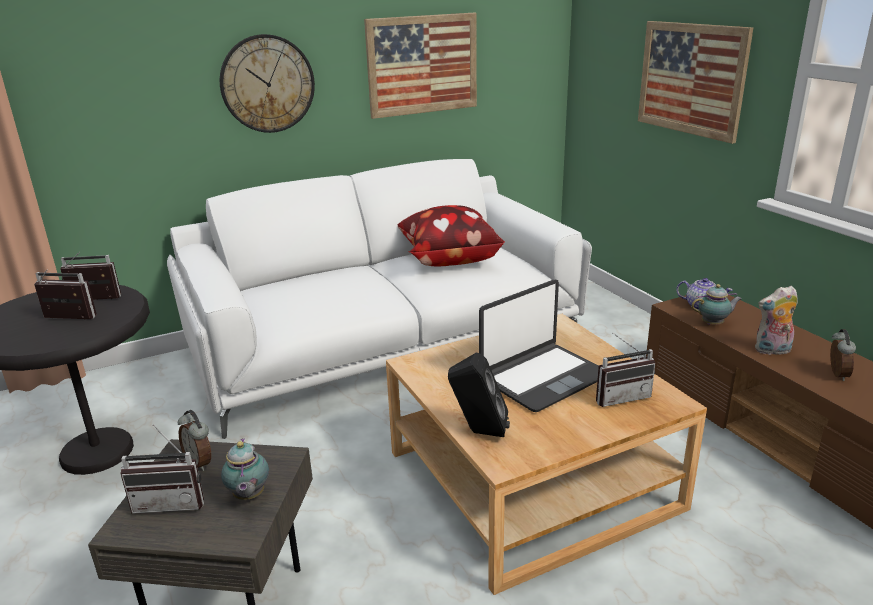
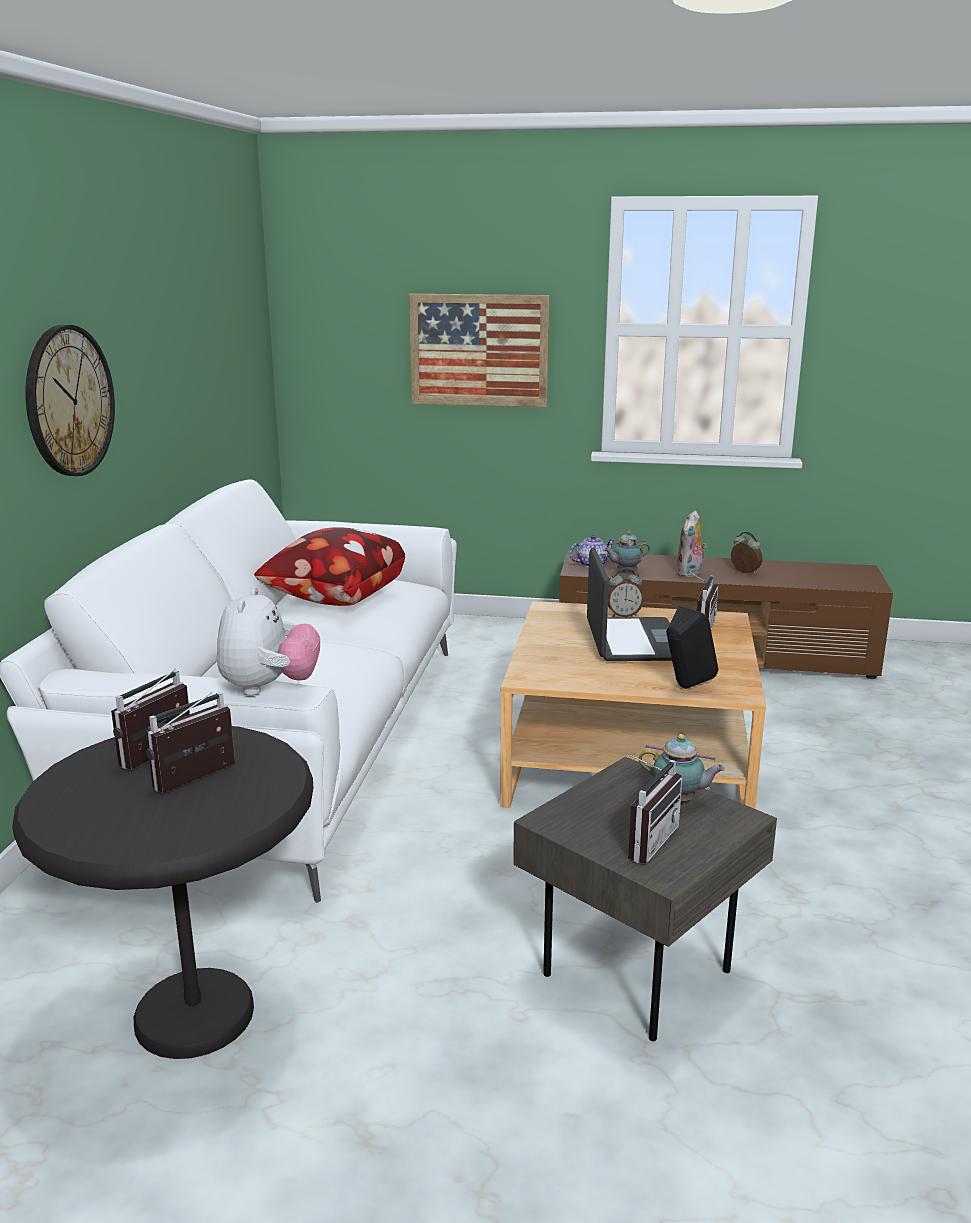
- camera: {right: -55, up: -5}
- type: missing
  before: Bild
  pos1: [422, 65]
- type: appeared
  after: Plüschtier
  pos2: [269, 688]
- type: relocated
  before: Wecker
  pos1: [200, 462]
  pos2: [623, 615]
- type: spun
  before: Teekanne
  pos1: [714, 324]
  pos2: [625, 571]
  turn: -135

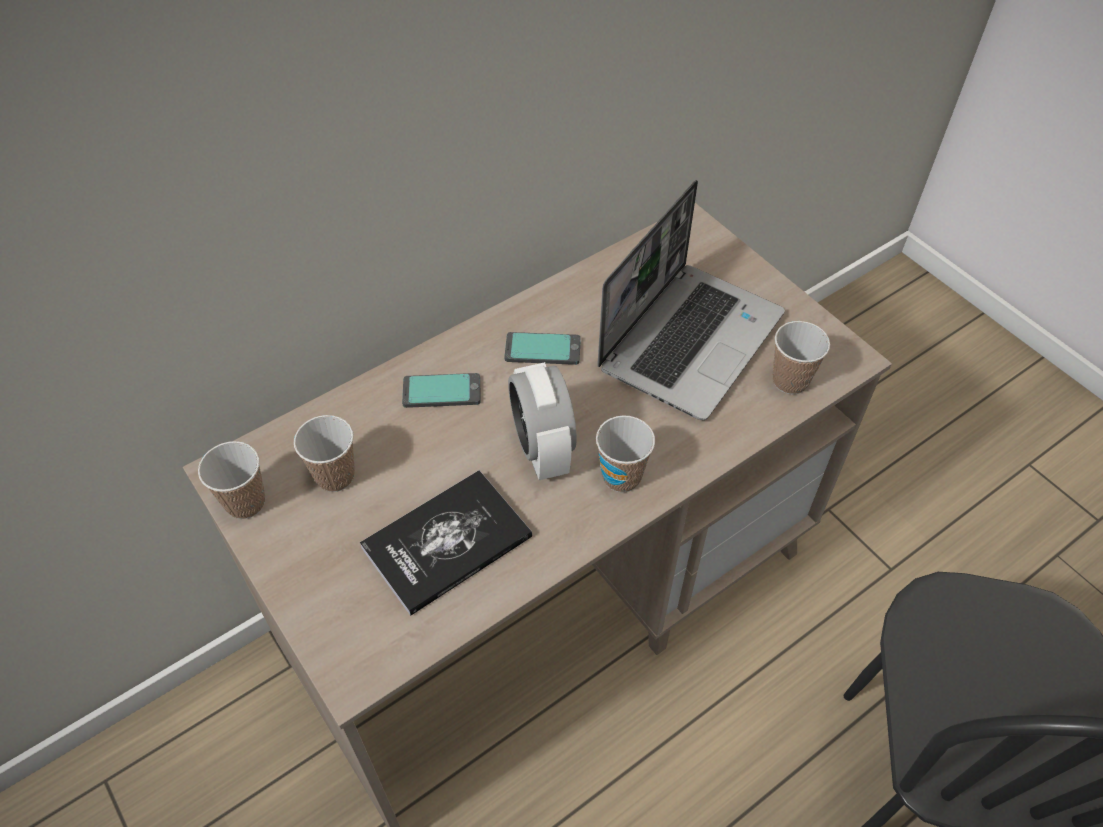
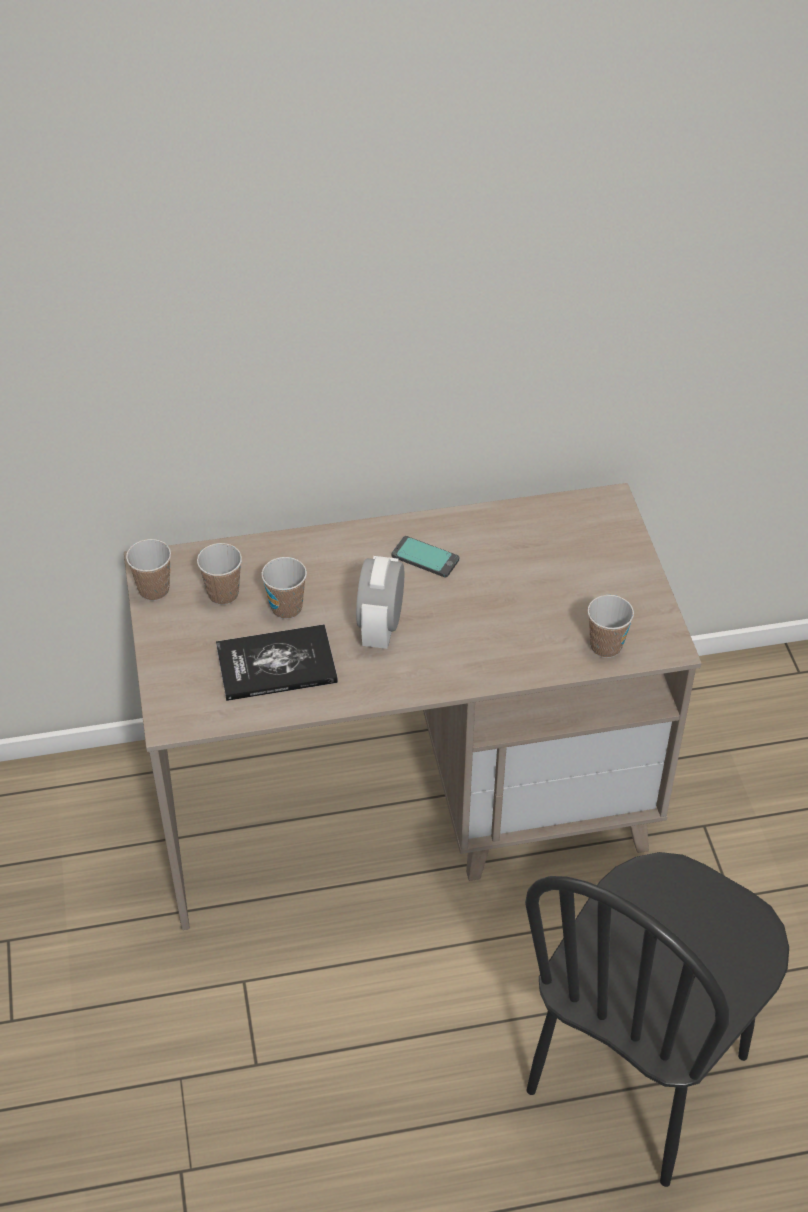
- camera: {right: 25, up: -5}
- type: missing
  before: Handy
  pos1: [441, 391]
- type: missing
  before: Laptop
  pos1: [690, 339]
- type: relocated
  before: Tasse
  pos1: [621, 477]
  pos2: [286, 608]

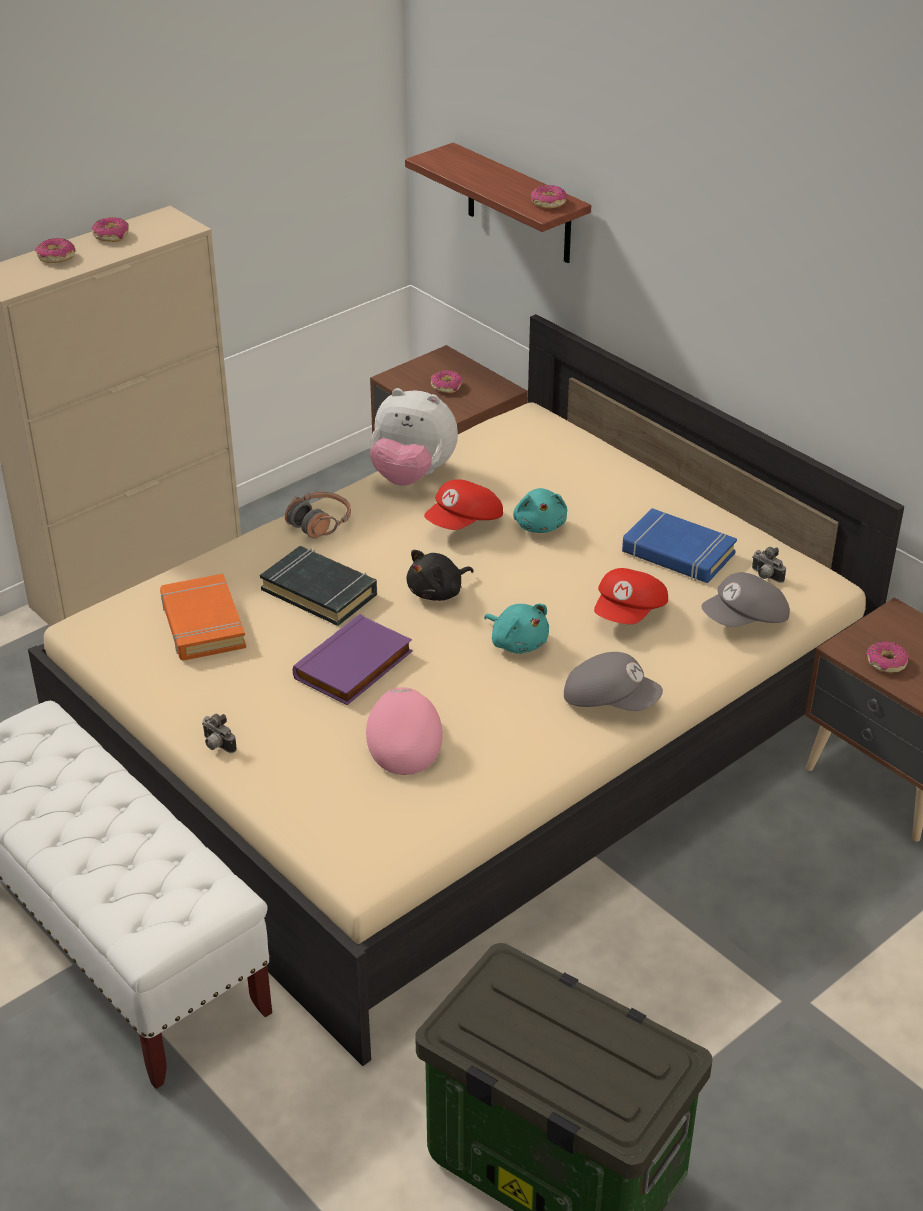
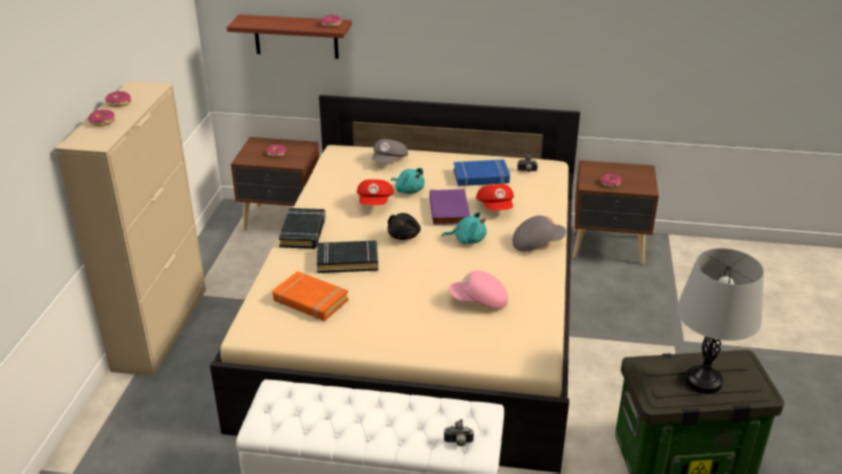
- camera: {right: -40, up: -5}
- type: missing
  before: Plüschtier
  pos1: [412, 476]
- type: appeared
  after: Tischlampe/grau
  pos2: [703, 381]
- type: relocated
  before: Kamera
  pos1: [217, 745]
  pos2: [458, 443]
- type: relocated
  before: Buch/lila
  pos1: [355, 666]
  pos2: [450, 210]
- type: relocated
  before: Kappe/grau
  pos1: [745, 620]
  pos2: [389, 161]
- type: exchanged
  before: Kopfhörer
  after: Buch/schwarz
  pos1: [319, 523]
  pos2: [303, 232]
- type: spun
  before: Kappe/rosa
  pos1: [402, 742]
  pos2: [479, 301]
  turn: -45

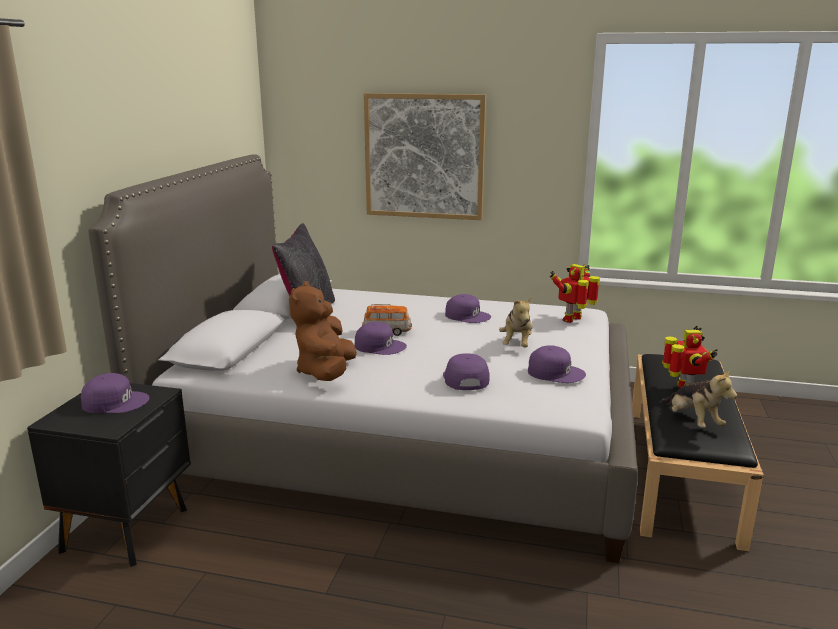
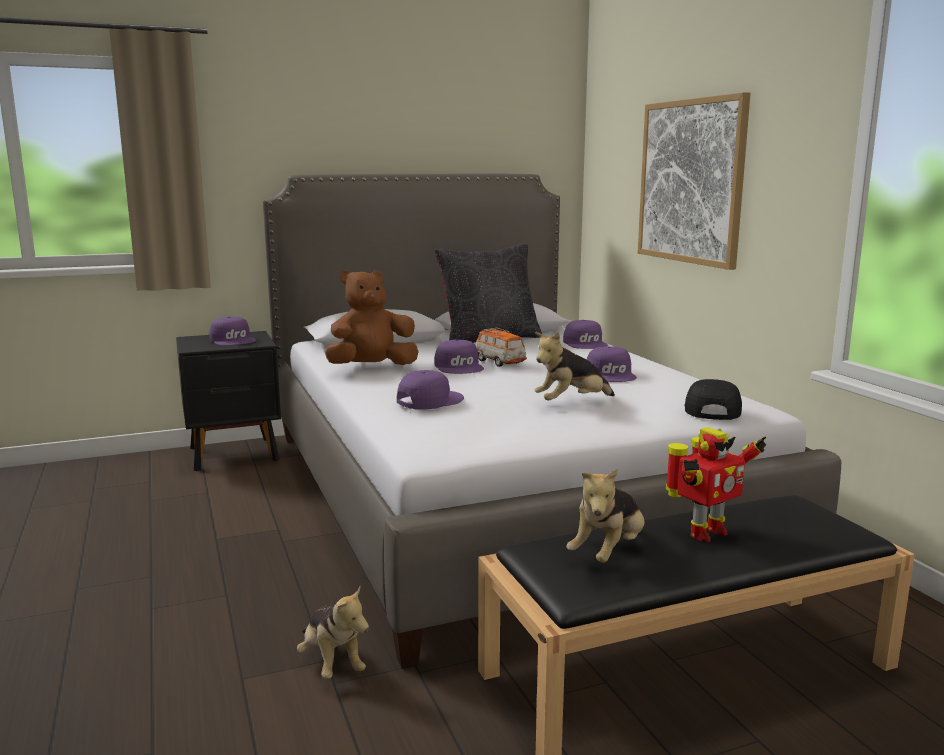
- camera: {right: 55, up: -5}
- type: appeared
  after: Plüschtier
  pos2: [332, 663]
- type: relocated
  before: Kappe/lila
  pos1: [555, 372]
  pos2: [586, 343]
- type: exchanged
  before: Spielzeugroboter
  after: Kappe/schwarz
  pos1: [574, 319]
  pos2: [711, 410]

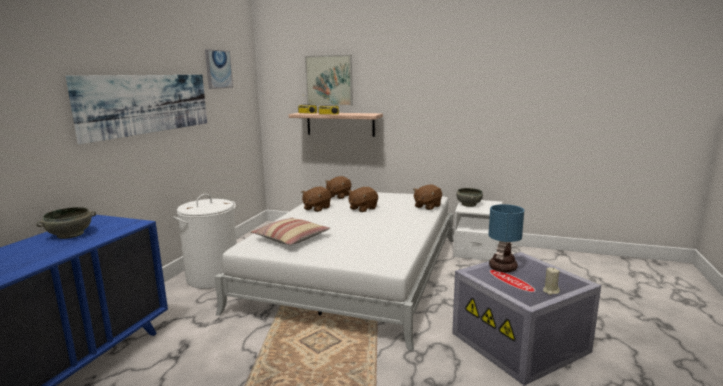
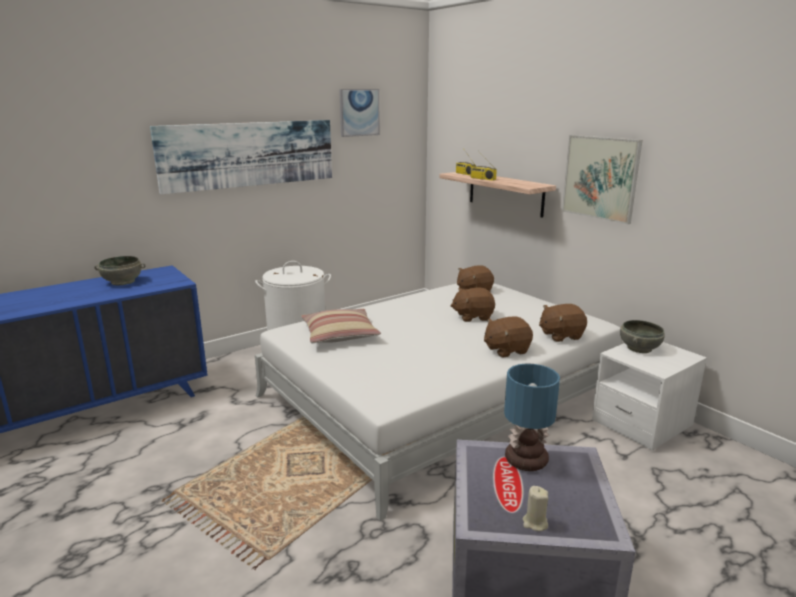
- camera: {right: 35, up: 5}
- type: relocated
  before: Plüschtier/braun
  pos1: [316, 208]
  pos2: [506, 350]
- type: relocated
  before: Bild
  pos1: [329, 80]
  pos2: [600, 178]

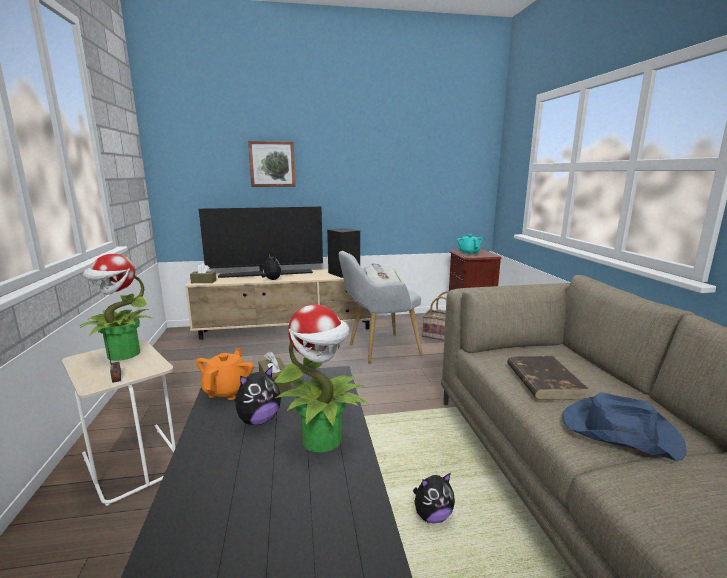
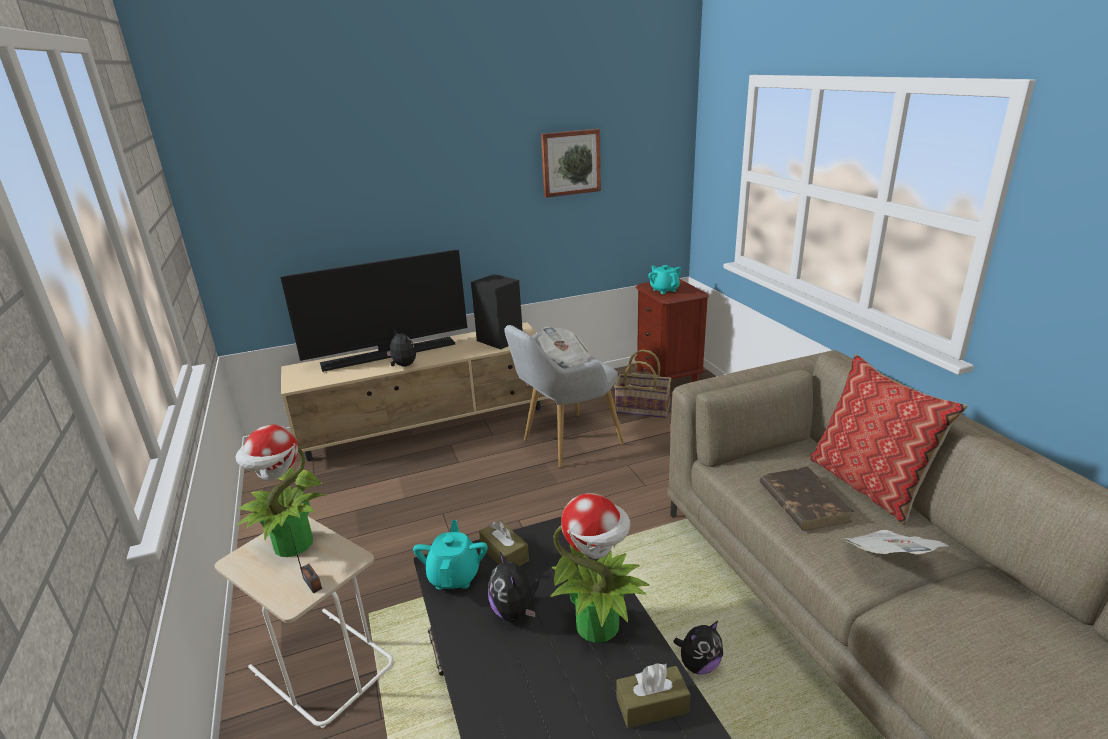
- camera: {right: -10, up: 10}
- type: appeared
  after: Kissen
  pos2: [868, 485]
- type: relocated
  before: Taschentuchbox/braun
  pos1: [203, 281]
  pos2: [652, 705]
- type: relocated
  before: Bild
  pos1: [272, 164]
  pos2: [570, 162]
- type: exchanged
  before: Hut/blau
  after: Zeitung
  pos1: [618, 431]
  pos2: [889, 560]
- type: colour
  before: Teekanne/orange
  after: Teekanne/türkis
  pos1: [227, 391]
  pos2: [454, 576]
- type: spun
  before: Plüschtier
  pos1: [258, 420]
  pos2: [515, 612]
  turn: 120

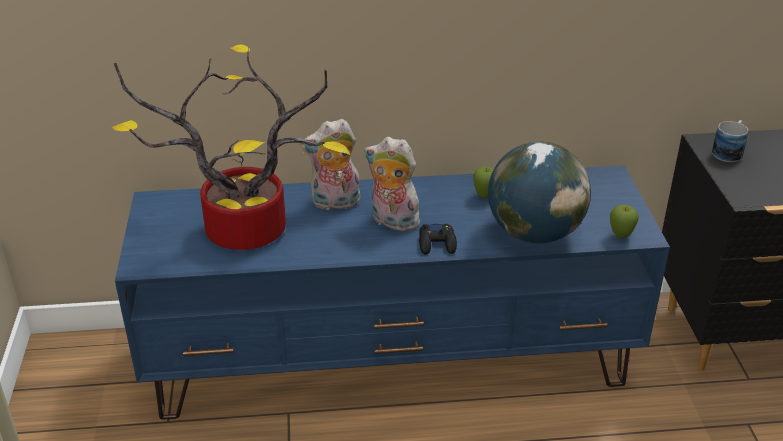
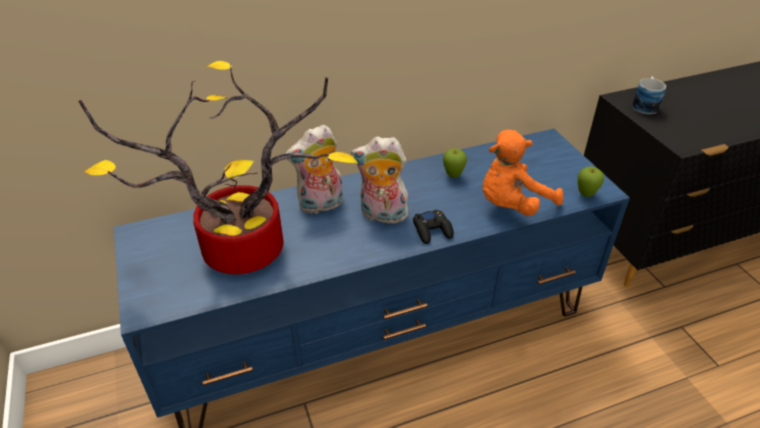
- camera: {right: -15, up: 5}
- type: exchanged
  before: Globus
  after: Plüschtier/orange
  pos1: [533, 233]
  pos2: [512, 205]

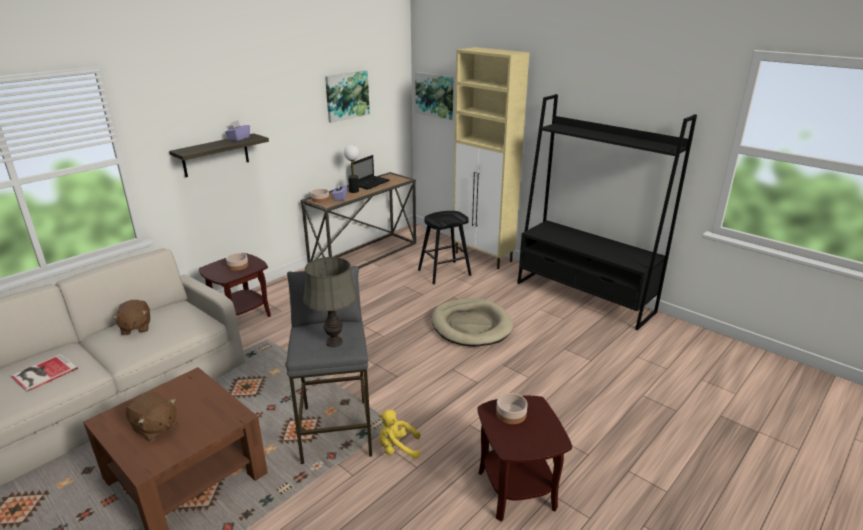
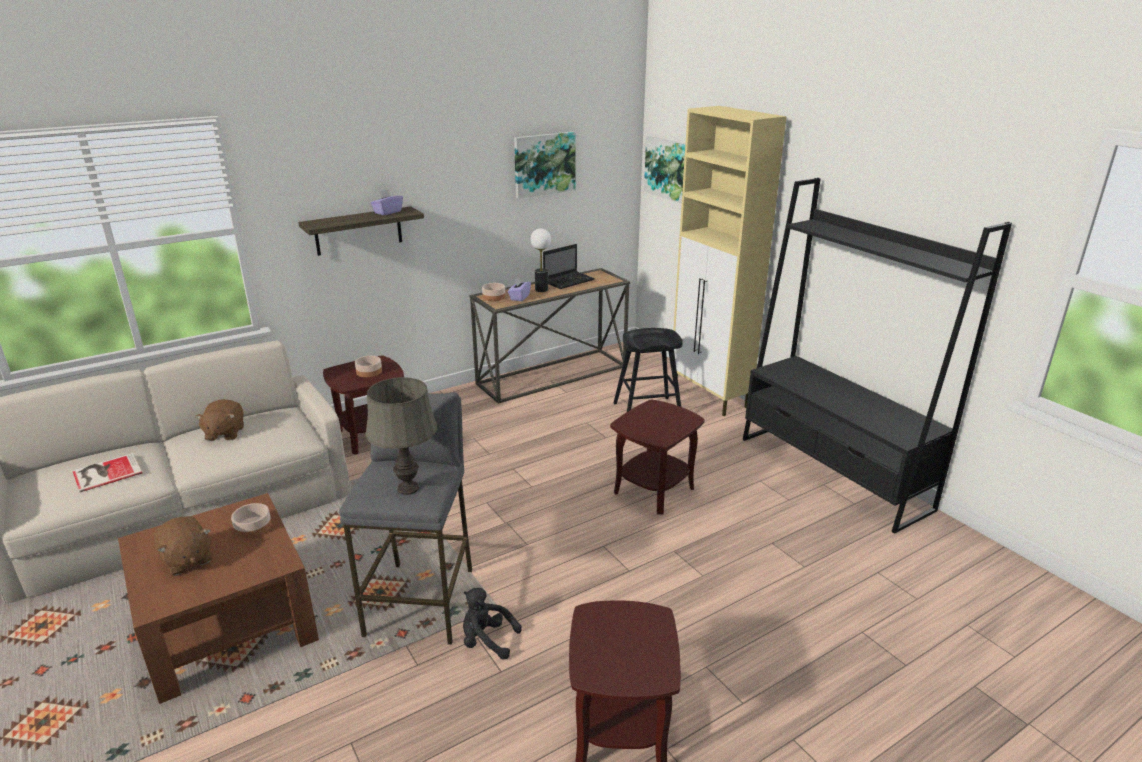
- camera: {right: 15, up: 0}
- type: relocated
  before: Schüssel
  pos1: [511, 413]
  pos2: [253, 527]
- type: exchanged
  before: Hundebett/beige
  after: Beistelltisch/braun
  pos1: [471, 325]
  pos2: [653, 490]
- type: colour
  before: Plüschtier/gelb
  after: Plüschtier/schwarz
  pos1: [397, 448]
  pos2: [487, 641]

